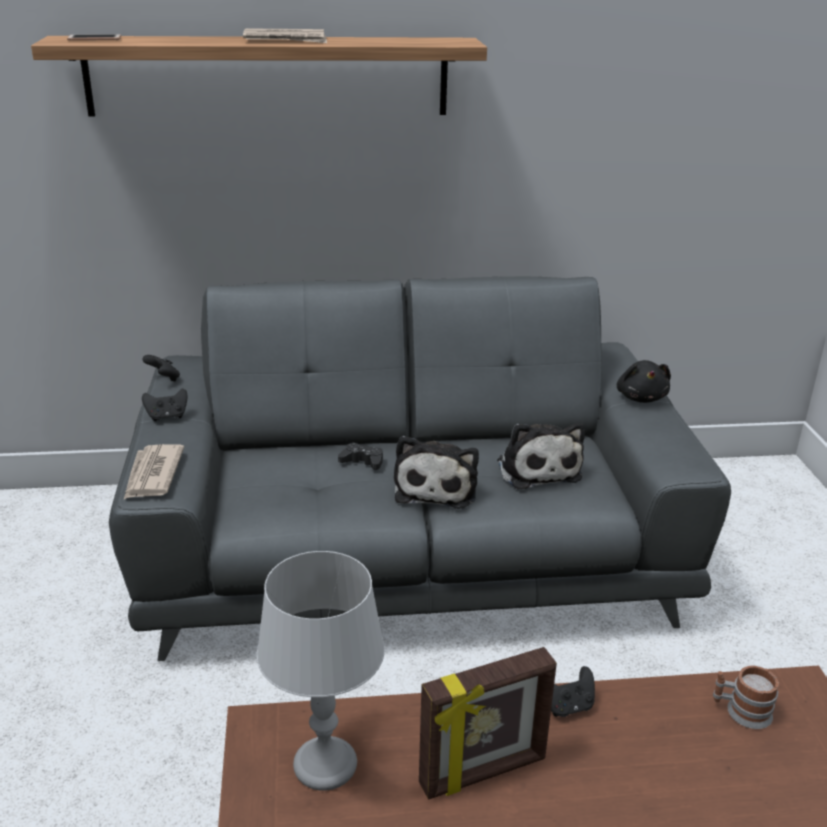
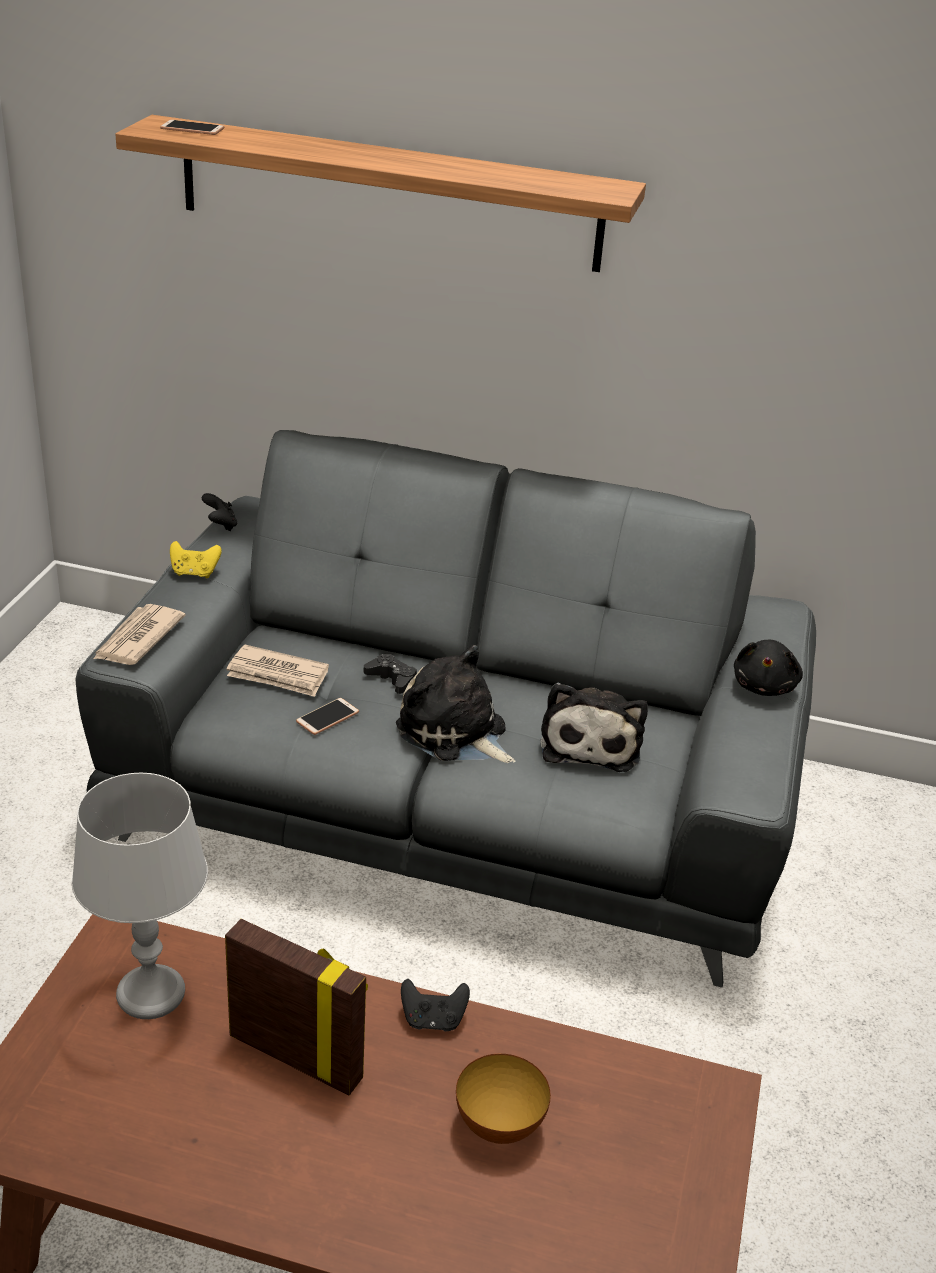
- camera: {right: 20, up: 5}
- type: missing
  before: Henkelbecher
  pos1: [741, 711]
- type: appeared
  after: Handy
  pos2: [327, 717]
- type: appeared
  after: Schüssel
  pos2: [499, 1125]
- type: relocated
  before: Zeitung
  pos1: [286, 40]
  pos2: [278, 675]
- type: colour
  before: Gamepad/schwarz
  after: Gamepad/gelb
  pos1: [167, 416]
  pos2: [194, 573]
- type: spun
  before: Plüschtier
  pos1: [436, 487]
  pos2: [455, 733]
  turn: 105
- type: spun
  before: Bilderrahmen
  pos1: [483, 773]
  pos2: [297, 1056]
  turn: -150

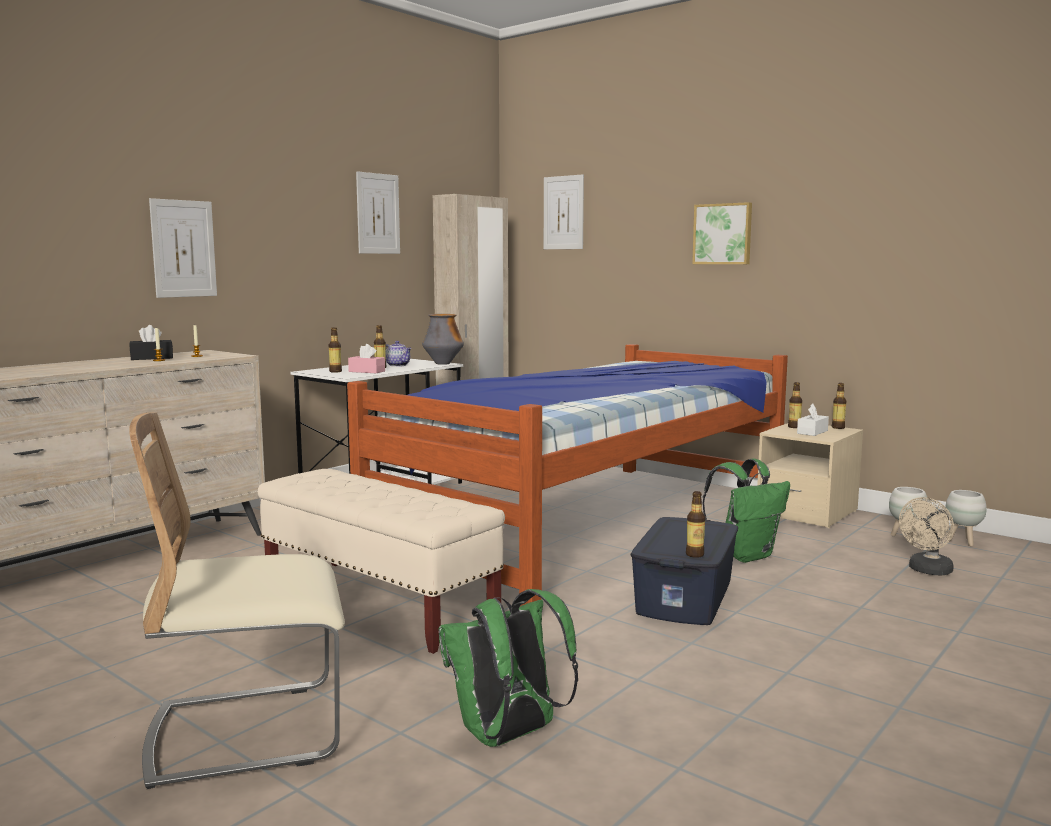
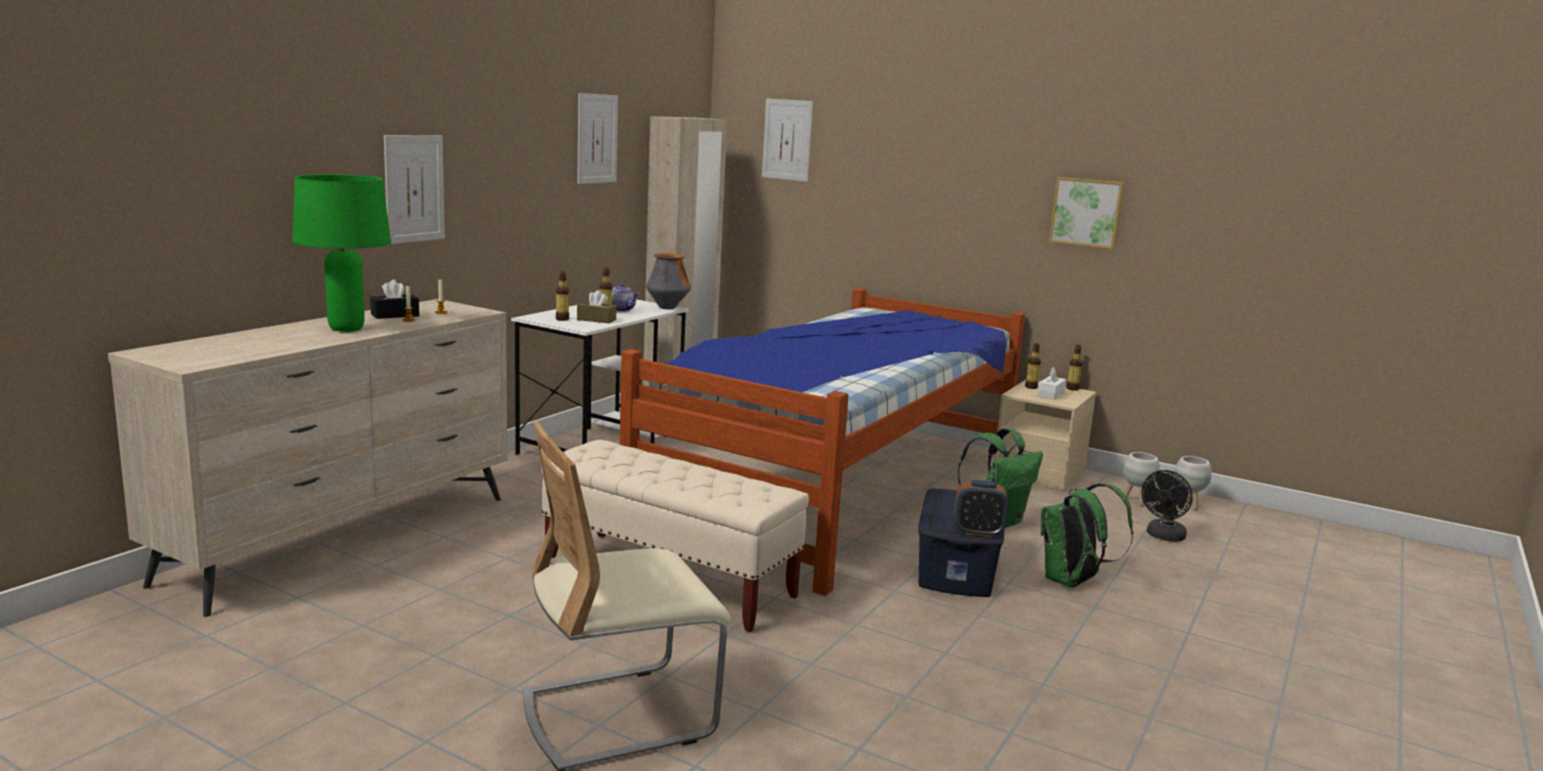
- camera: {right: -10, up: 5}
- type: appeared
  after: Tischlampe/grün
  pos2: [347, 329]
- type: relocated
  before: Rucksack/grün
  pos1: [508, 736]
  pos2: [1072, 582]
- type: relocated
  before: Bild
  pos1: [723, 234]
  pos2: [1086, 212]
- type: exchanged
  before: Flasche
  after: Wecker
  pos1: [695, 554]
  pos2: [978, 532]
- type: colour
  before: Taschentuchbox/rosa
  after: Taschentuchbox/braun
  pos1: [366, 371]
  pos2: [596, 320]
- type: colour
  before: Ventilator/beige
  after: Ventilator/schwarz
  pos1: [927, 571]
  pos2: [1163, 537]

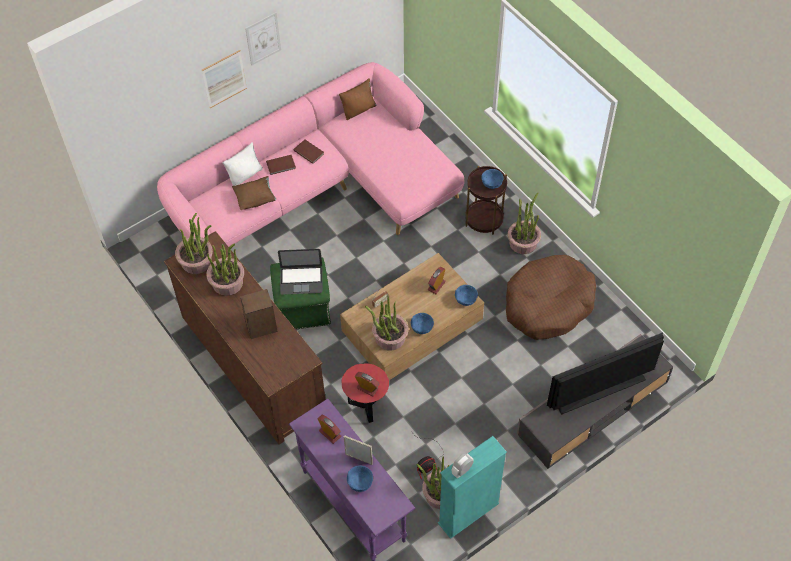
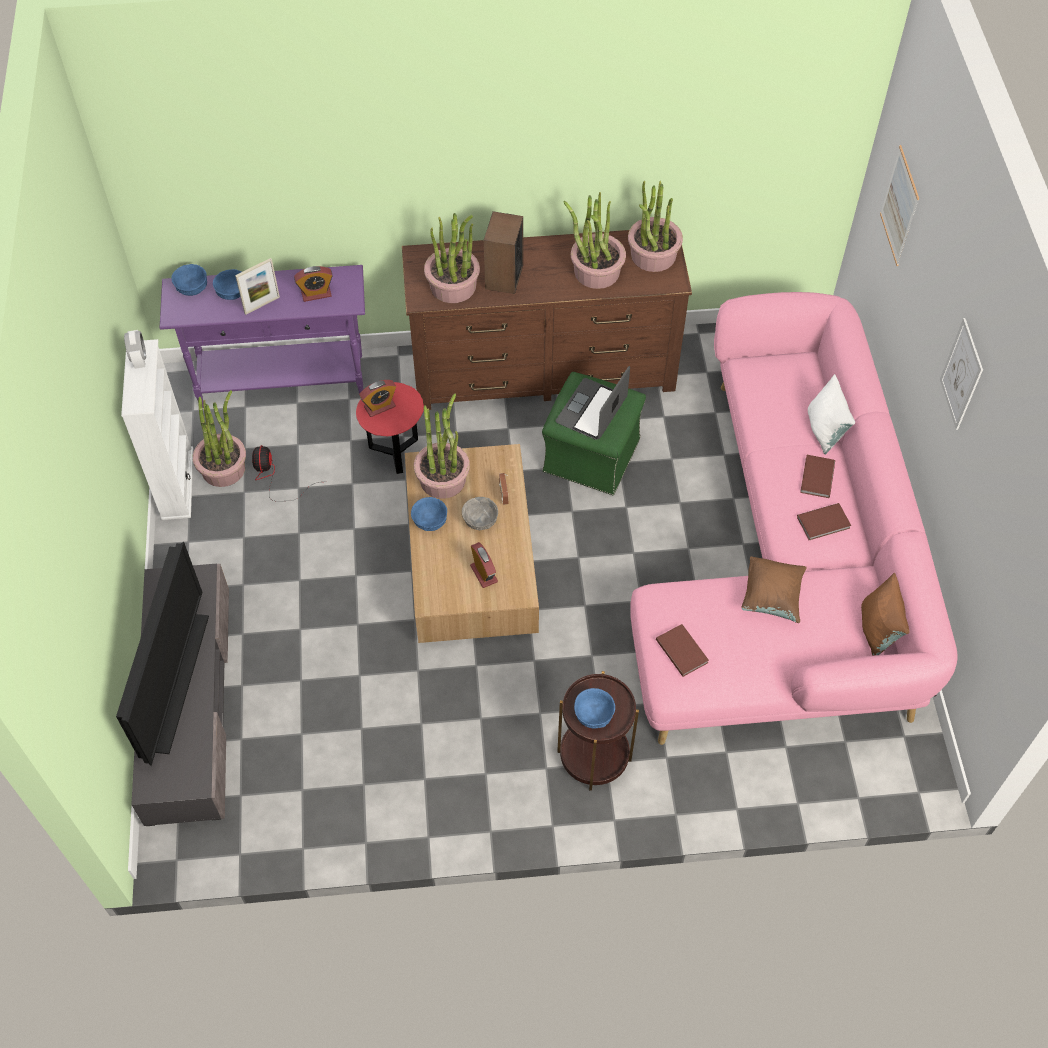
- camera: {right: 120, up: 0}
- type: missing
  before: Hundebett/braun
  pos1: [548, 304]
- type: appeared
  after: Schüssel/grau
  pos2: [480, 520]
- type: appeared
  after: Buch/braun
  pos2: [682, 650]
- type: relocated
  before: Bild
  pos1: [224, 79]
  pos2: [899, 206]
- type: relocated
  before: Kissen/braun
  pos1: [255, 199]
  pos2: [771, 597]
- type: relocated
  before: Schüssel/blau
  pos1: [465, 299]
  pos2: [192, 288]
- type: relocated
  before: Topfpflanze
  pos1: [523, 242]
  pos2: [453, 286]
- type: colour
  before: Bücherregal/türkis
  after: Bücherregal/weiß
  pos1: [468, 513]
  pos2: [177, 483]

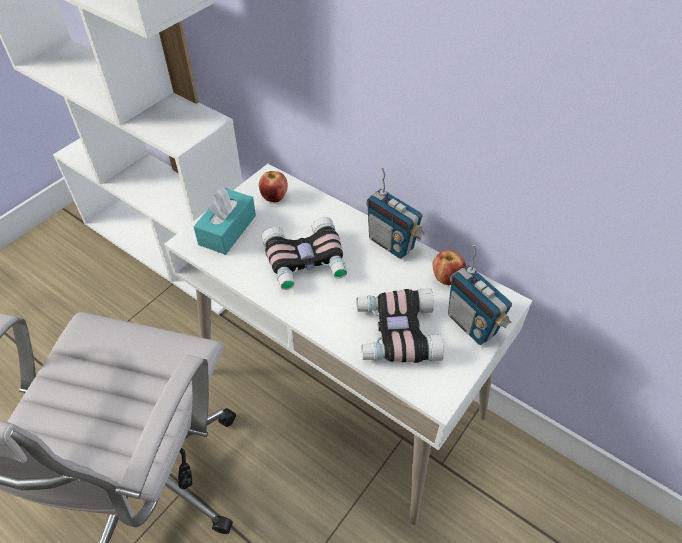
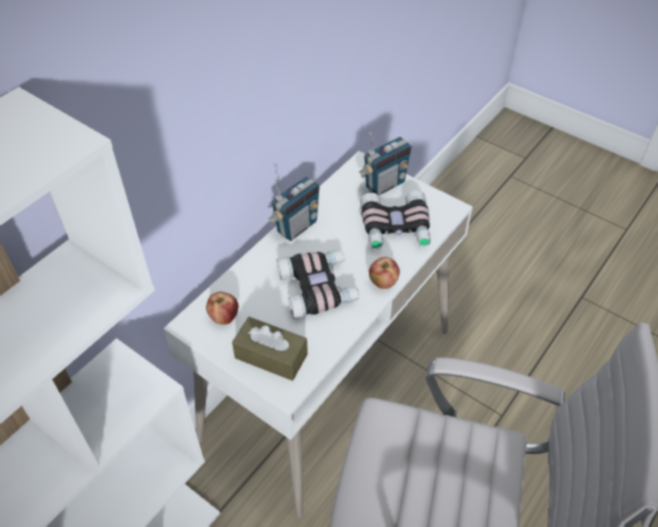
- camera: {right: -90, up: 0}
- type: relocated
  before: Apfel
  pos1: [446, 278]
  pos2: [383, 283]
- type: colour
  before: Taschentuchbox/türkis
  after: Taschentuchbox/braun
  pos1: [227, 230]
  pos2: [271, 356]

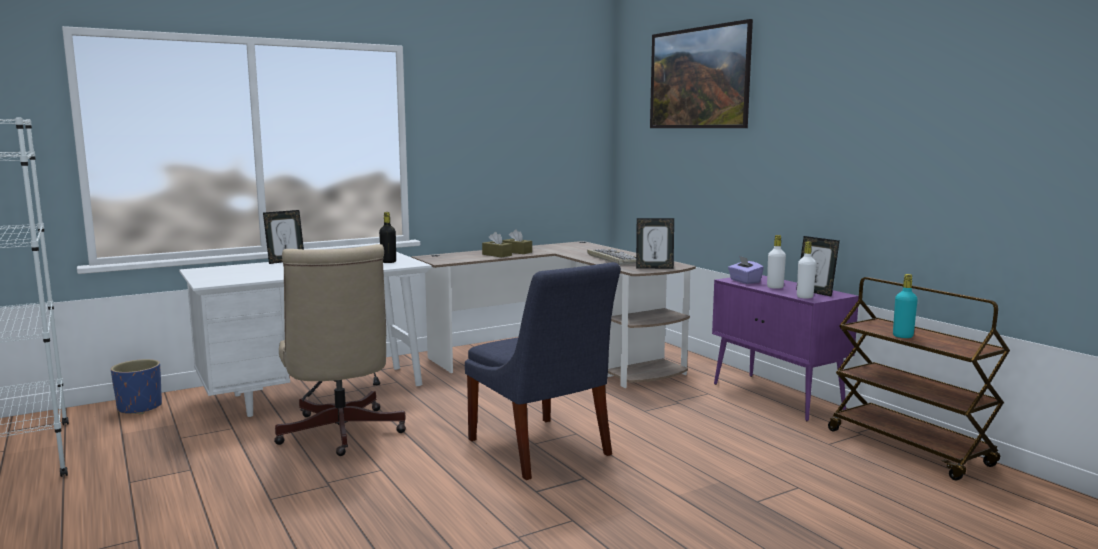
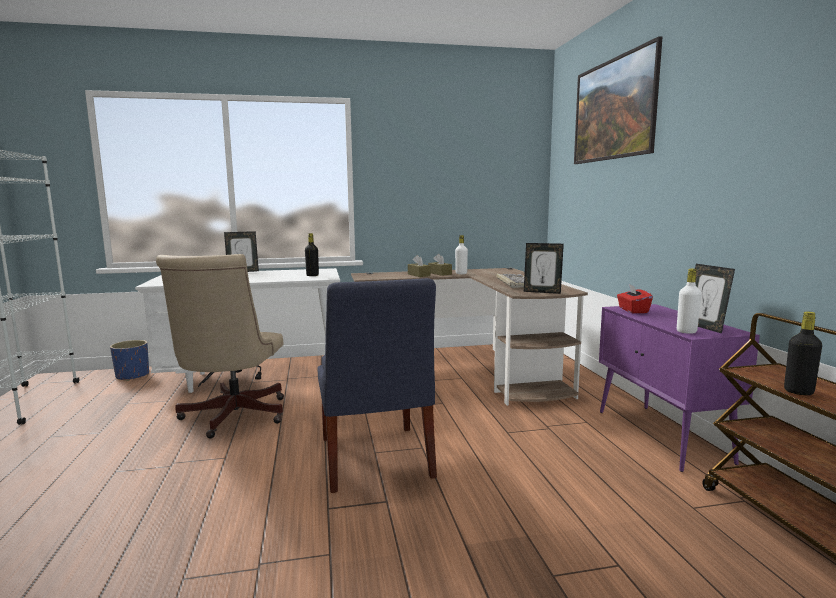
- camera: {right: 20, up: 0}
- type: relocated
  before: Flasche/weiß
  pos1: [775, 287]
  pos2: [461, 273]
- type: colour
  before: Taschentuchbox/lila
  after: Taschentuchbox/rot
  pos1: [744, 281]
  pos2: [632, 310]
- type: colour
  before: Flasche/türkis
  after: Flasche/schwarz
  pos1: [902, 336]
  pos2: [798, 392]

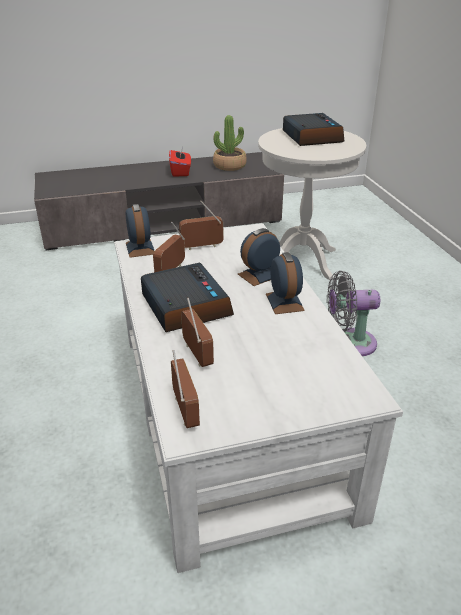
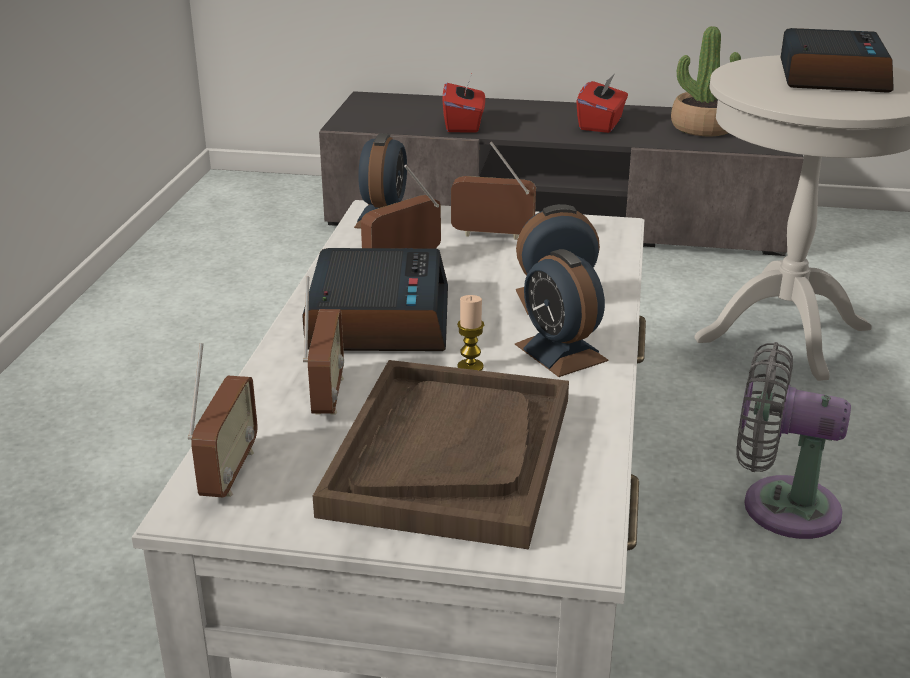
- camera: {right: 25, up: -5}
- type: appeared
  after: Tablett/braun
  pos2: [450, 454]
- type: appeared
  after: Taschentuchbox/rot
  pos2: [464, 125]
- type: appeared
  after: Kerze
  pos2: [470, 367]
- type: spun
  before: Wecker
  pos1: [284, 302]
  pos2: [560, 352]
  turn: 135

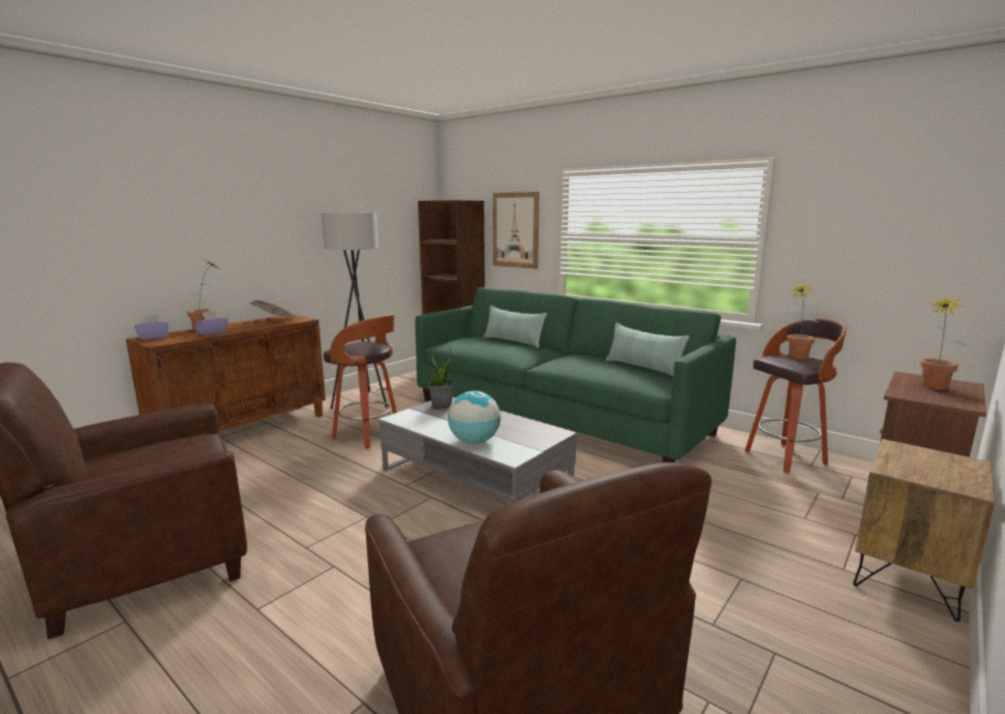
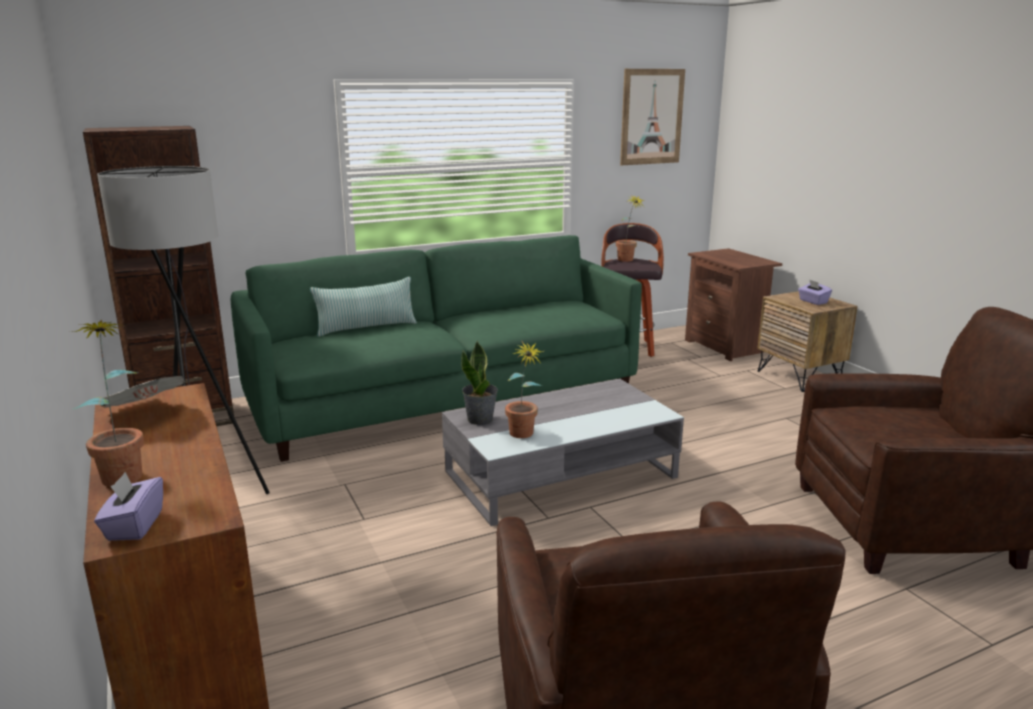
- camera: {right: -65, up: 5}
- type: missing
  before: Hocker
  pos1: [368, 436]
- type: missing
  before: Globus
  pos1: [474, 441]
- type: missing
  before: Kissen
  pos1: [643, 368]
- type: relocated
  before: Taschentuchbox/lila
  pos1: [212, 333]
  pos2: [813, 301]
- type: relocated
  before: Bild
  pos1: [515, 230]
  pos2: [652, 117]
- type: relocated
  before: Topfpflanze
  pos1: [931, 388]
  pos2: [523, 436]

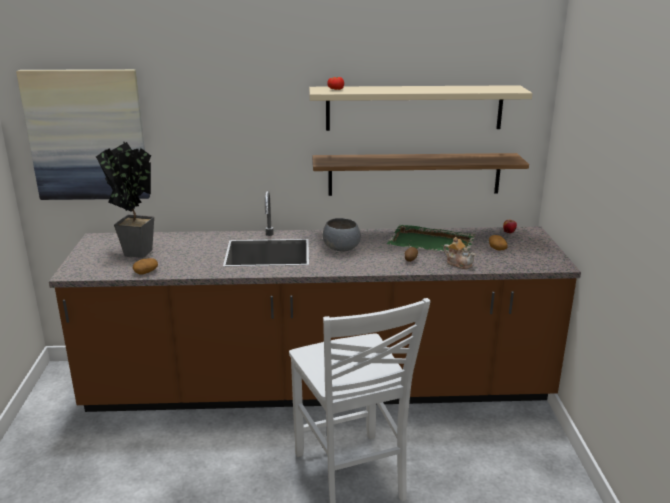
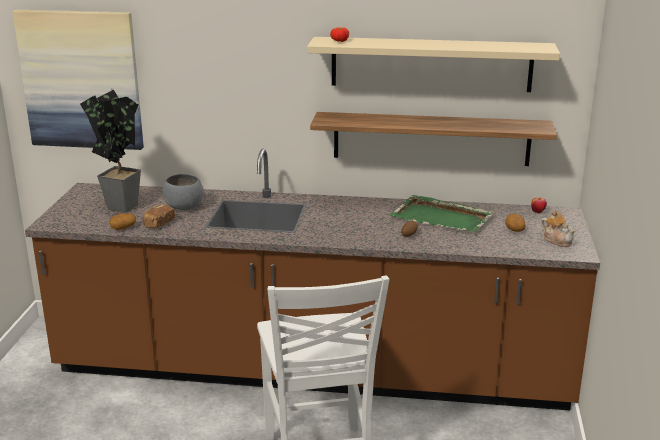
- camera: {right: 10, up: 0}
- type: appeared
  after: Brot
  pos2: [158, 224]
- type: relocated
  before: Schüssel/grau
  pos1: [341, 248]
  pos2: [184, 207]
- type: relocated
  before: Teekanne
  pos1: [459, 263]
  pos2: [557, 240]

